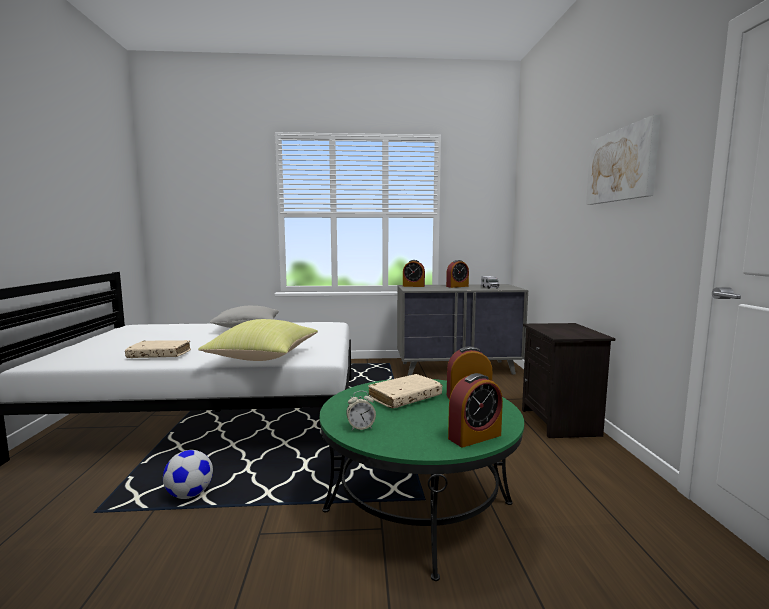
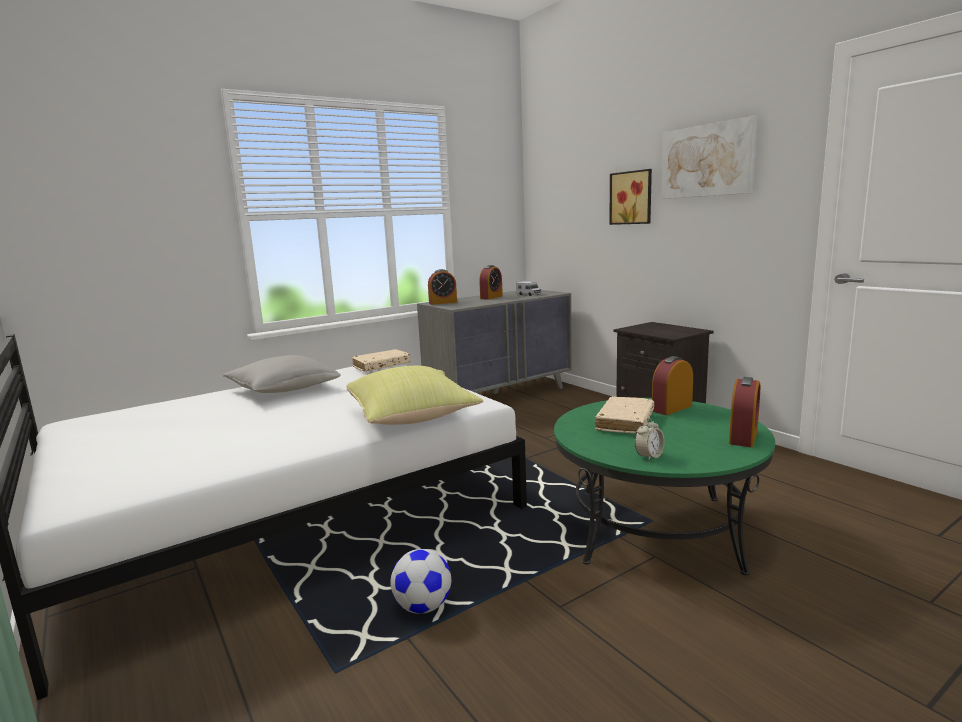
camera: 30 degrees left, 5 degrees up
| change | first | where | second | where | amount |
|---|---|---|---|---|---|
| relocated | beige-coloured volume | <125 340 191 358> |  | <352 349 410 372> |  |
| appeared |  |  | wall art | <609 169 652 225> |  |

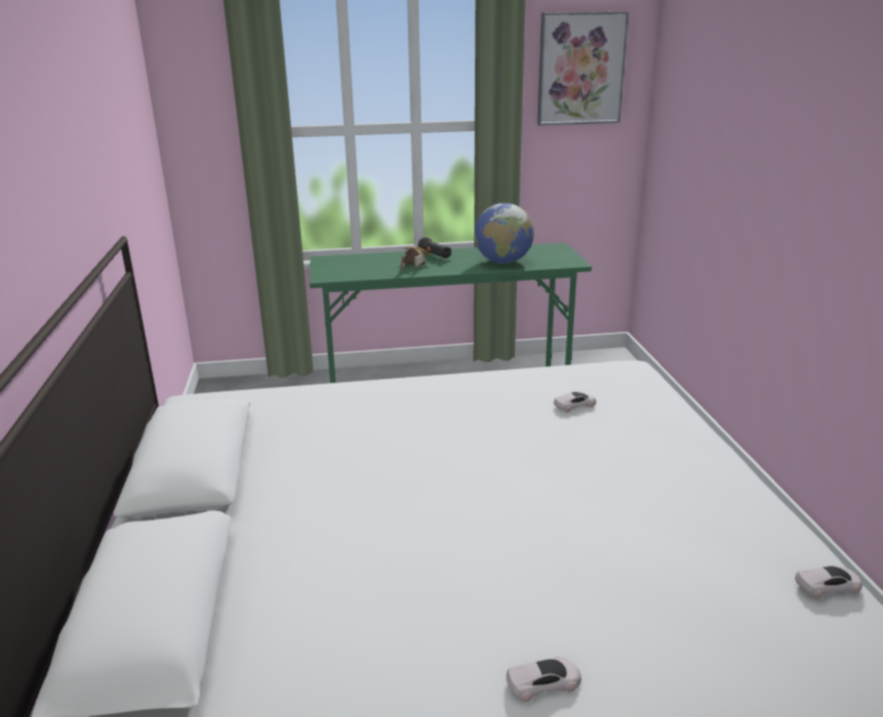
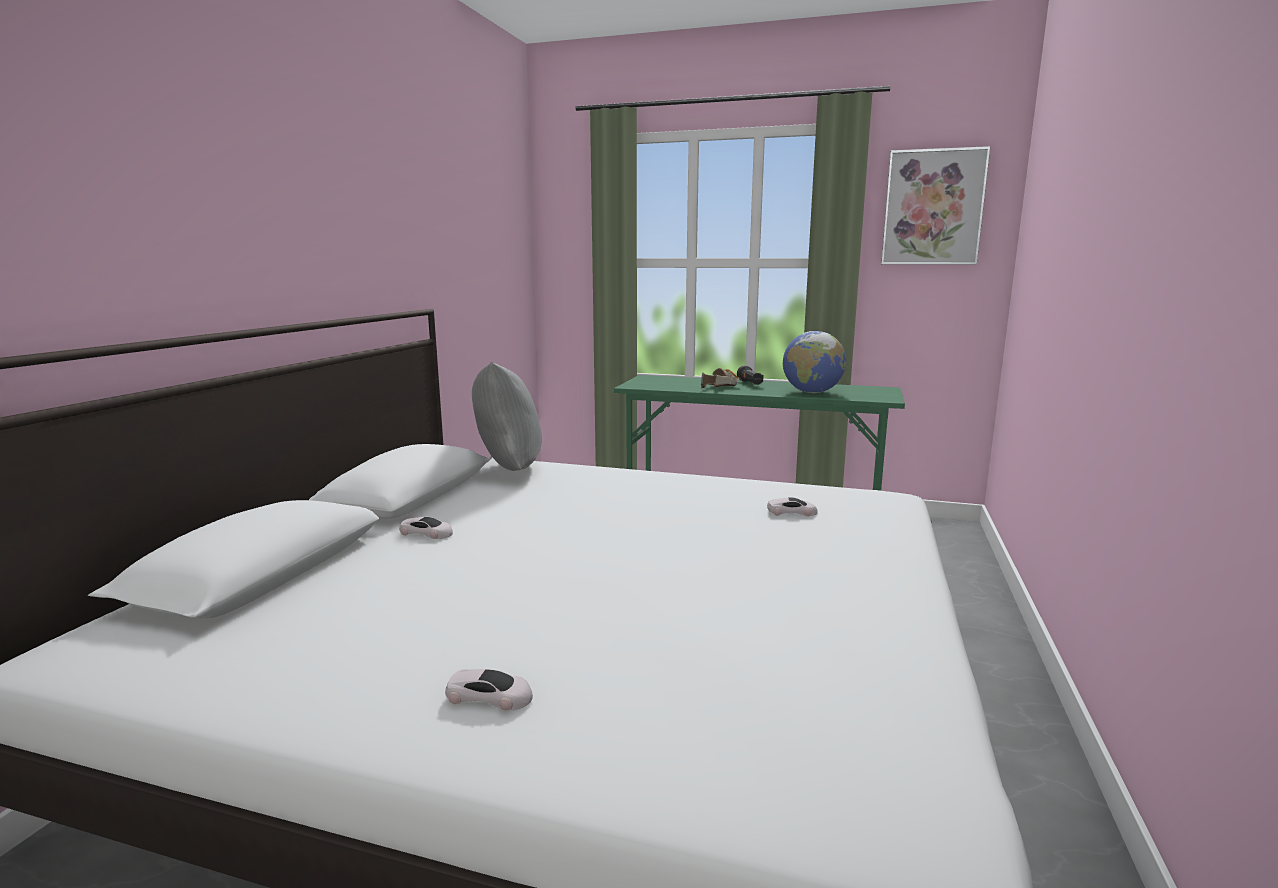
camera: 25 degrees right, 10 degrees down
| change | first | where | second | where | amount |
|---|---|---|---|---|---|
| relocated | white miniature car | <795 566 863 599> |  | <399 517 453 539> |  |
| appeared |  |  | greyish cushion | <472 362 542 471> |  |

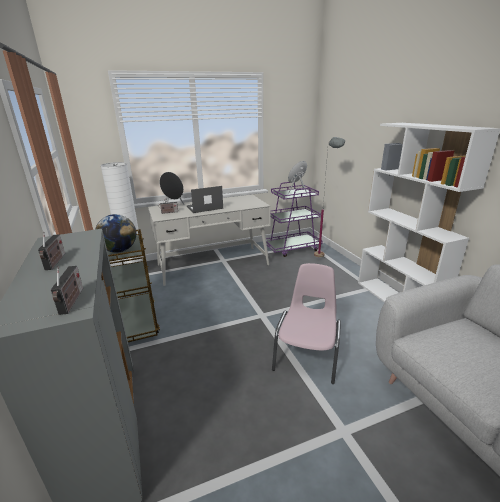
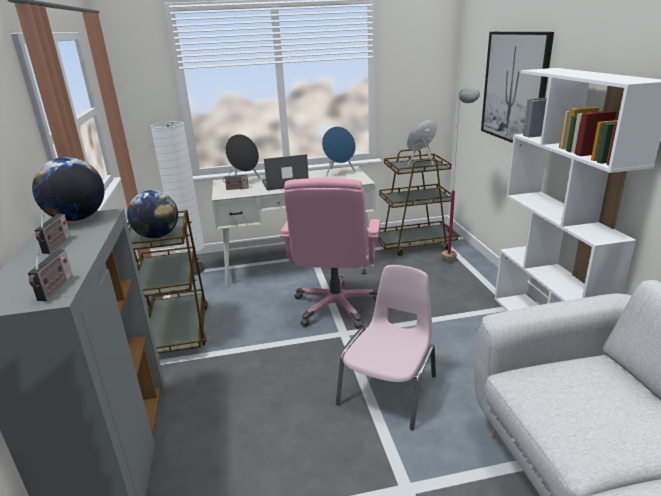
camera: 10 degrees right, 0 degrees up
| change | first | where | second | where | amount |
|---|---|---|---|---|---|
| colour | purple wheeled cart | <266 182 323 257> | brown-coloured wheeled cart | <378 149 458 256> |  |
| appeared |  |  | wall art | <481 32 554 143> |  |
| appeared |  |  | blue speaker | <322 126 356 177> |  |
| appeared |  |  | globe | <32 157 104 221> |  |
| appeared |  |  | pink-coloured office chair | <280 178 380 329> |  |

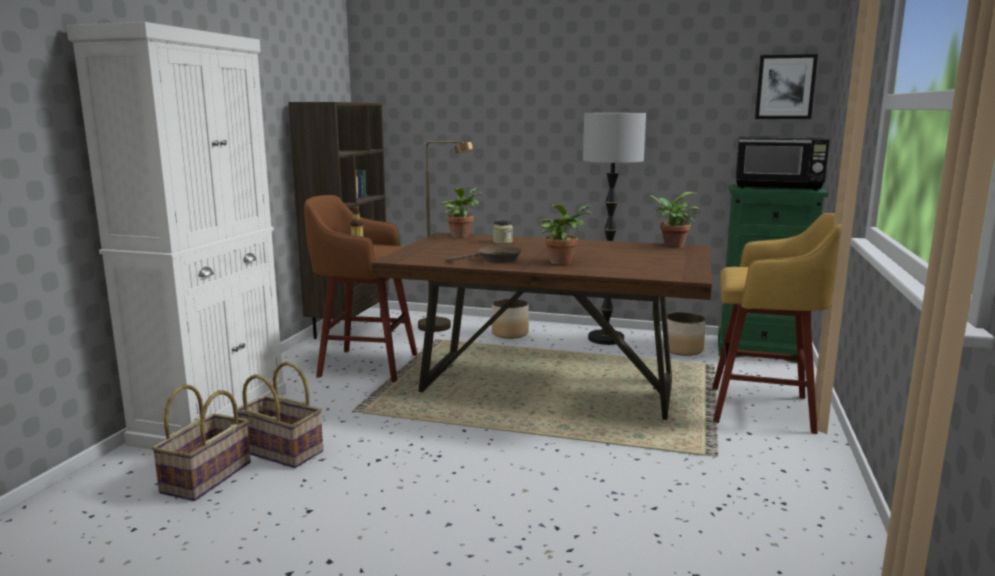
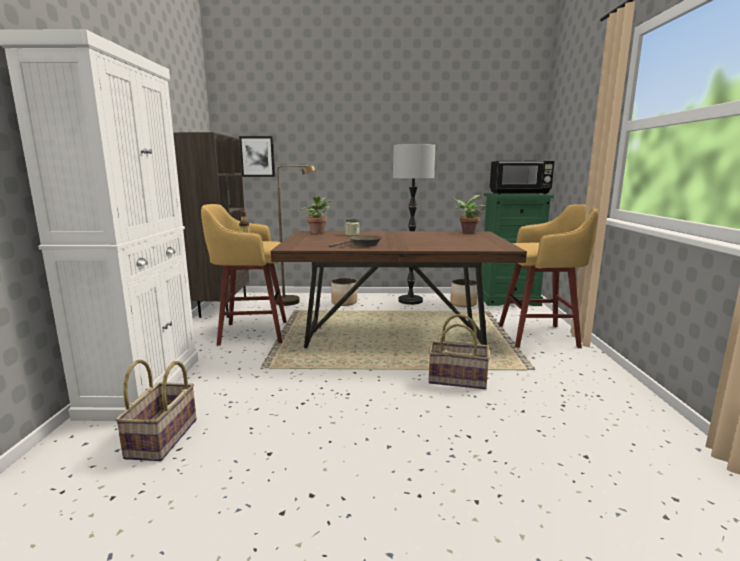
camera: 15 degrees left, 0 degrees up
| change | first | where | second | where | amount |
|---|---|---|---|---|---|
| relocated | wall art | <755 54 818 119> |  | <239 136 275 177> |  |
| colour | brown-coloured stool seat | <304 195 418 382> | yellowish stool seat | <201 204 287 346> |  |
| missing | potted plant | <540 204 591 265> |  |  |  |
| relocated | household basket | <237 361 323 468> |  | <429 314 490 389> |  |

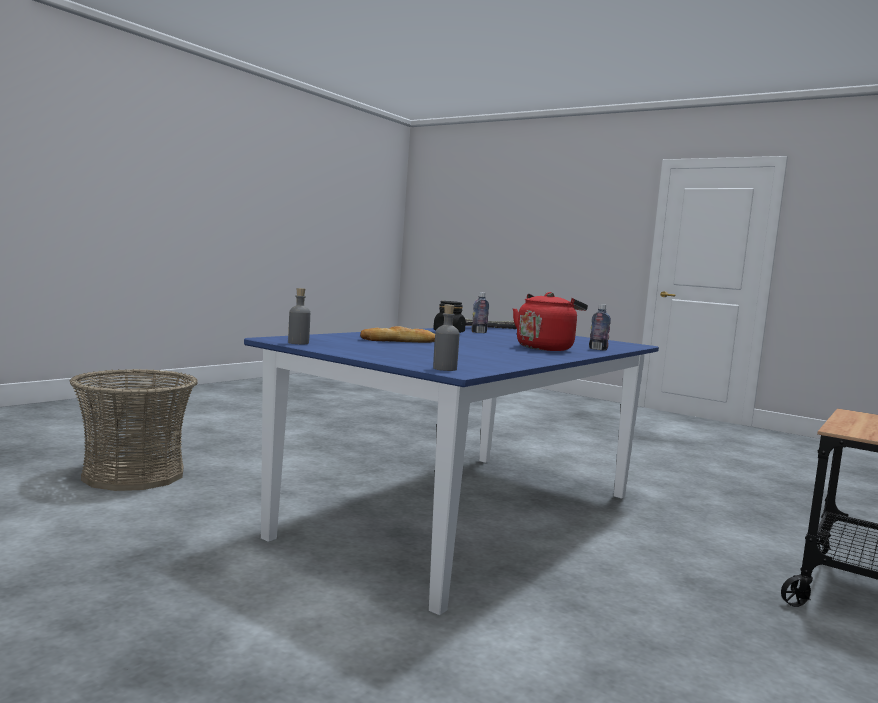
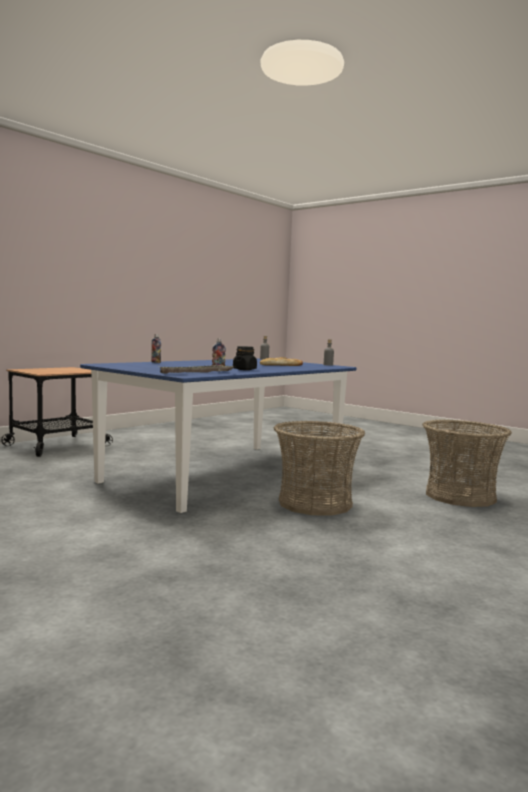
camera: 175 degrees left, 0 degrees up
| change | first | where | second | where | amount |
|---|---|---|---|---|---|
| missing | red water kettle | <513 292 588 351> |  |  |  |
| appeared |  |  | household basket | <274 420 365 516> |  |

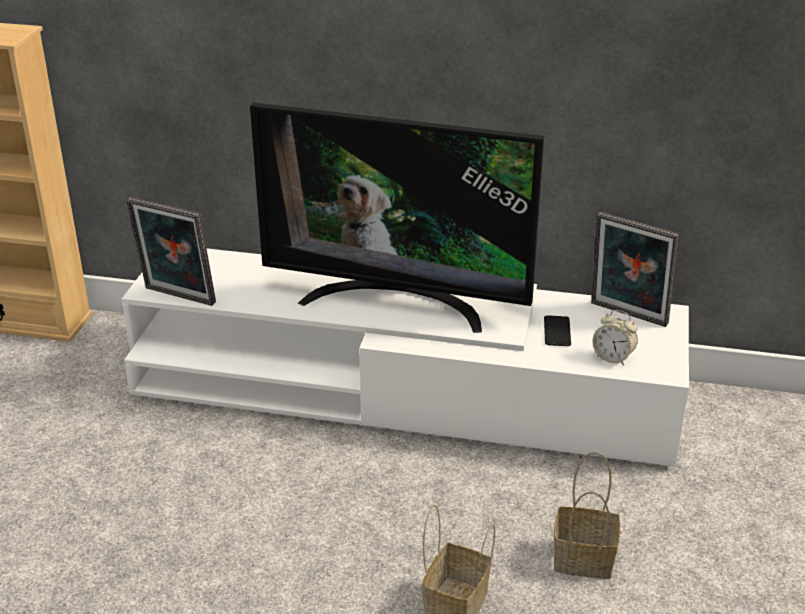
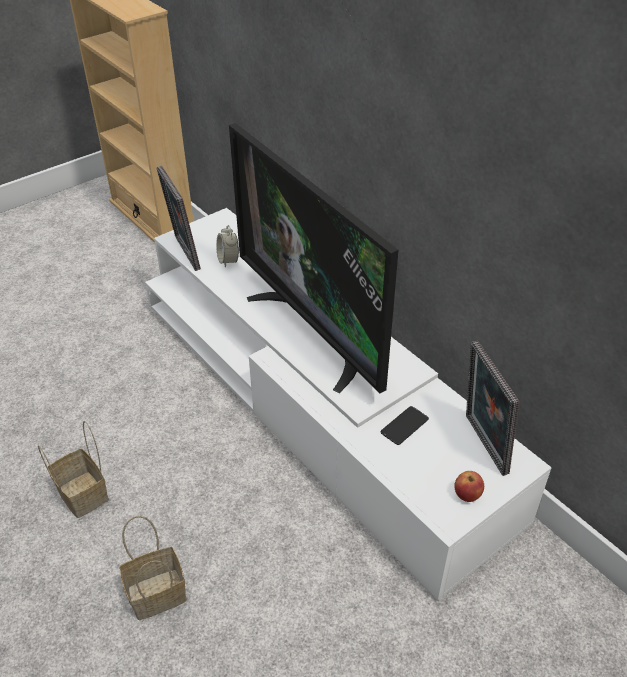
camera: 40 degrees right, 10 degrees up
| change | first | where | second | where | amount |
|---|---|---|---|---|---|
| relocated | table clock | <592 310 638 366> |  | <216 225 239 268> |  |
| relocated | household basket | <554 452 620 579> |  | <38 421 109 518> |  |
| appeared |  |  | apple | <454 471 484 502> |  |

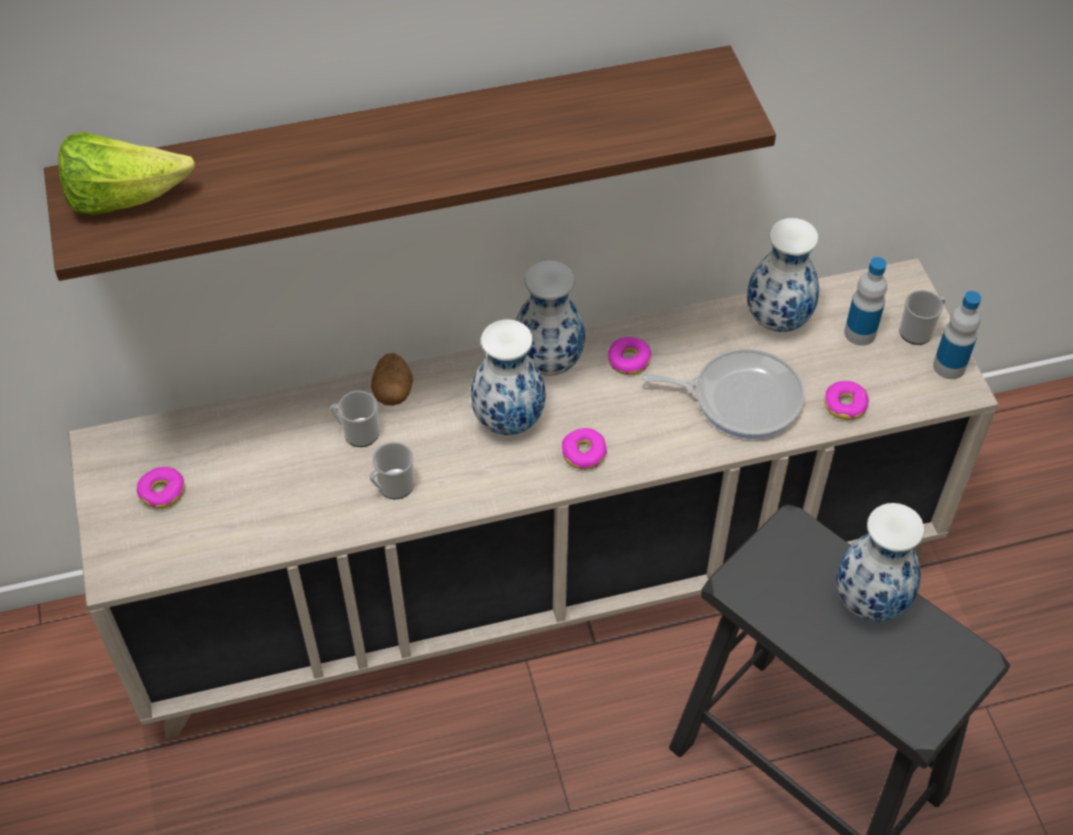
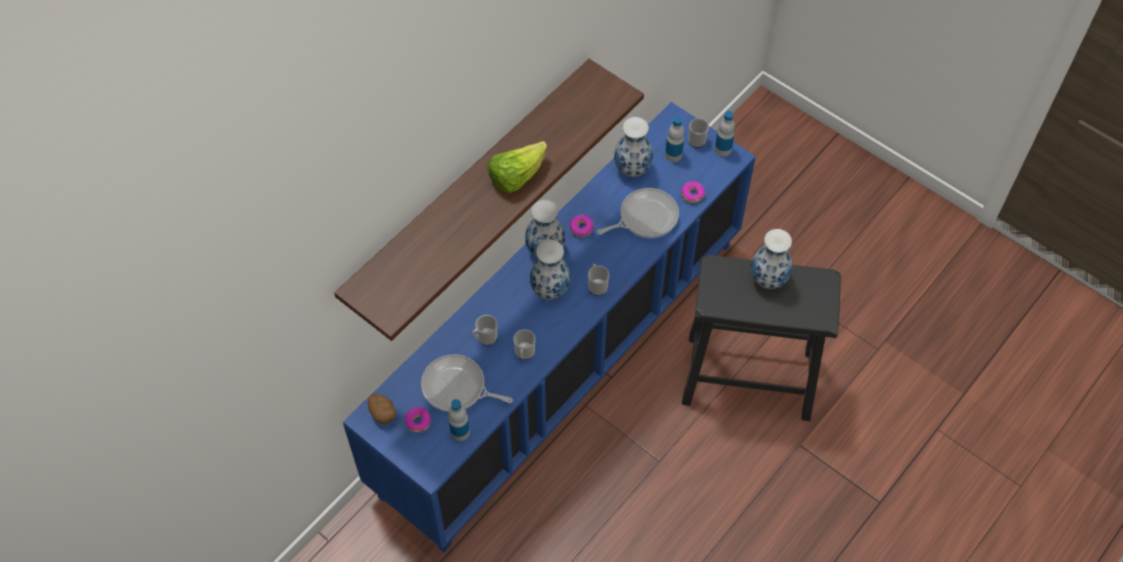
camera: 35 degrees left, 5 degrees up
| change | first | where | second | where | amount |
|---|---|---|---|---|---|
| relocated | lettuce | <58 131 195 215> |  | <487 141 547 193> |  |
| colour | beige-coloured storage cabinet | <68 258 998 738> | blue storage cabinet | <343 102 756 552> |  |
| relocated | whole potato | <371 353 413 406> |  | <368 394 396 424> |  |
| exchanged | doughnut | <562 428 607 470> | tea mug | <588 264 609 296> |  |
| appeared |  |  | pan | <421 354 513 412> |  |
| appeared |  |  | bottle | <448 399 470 441> |  |

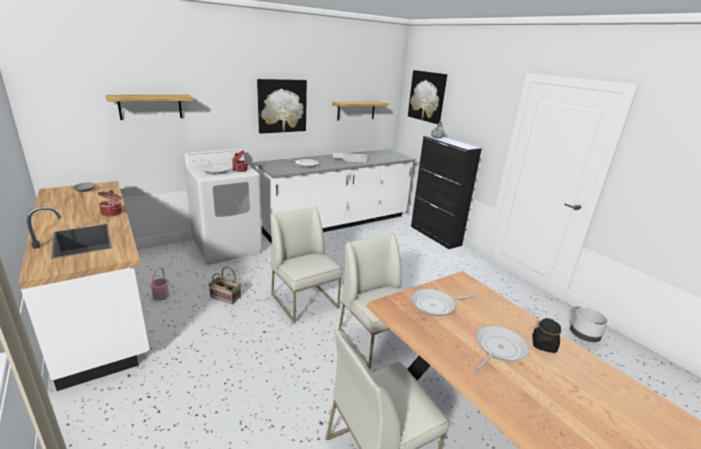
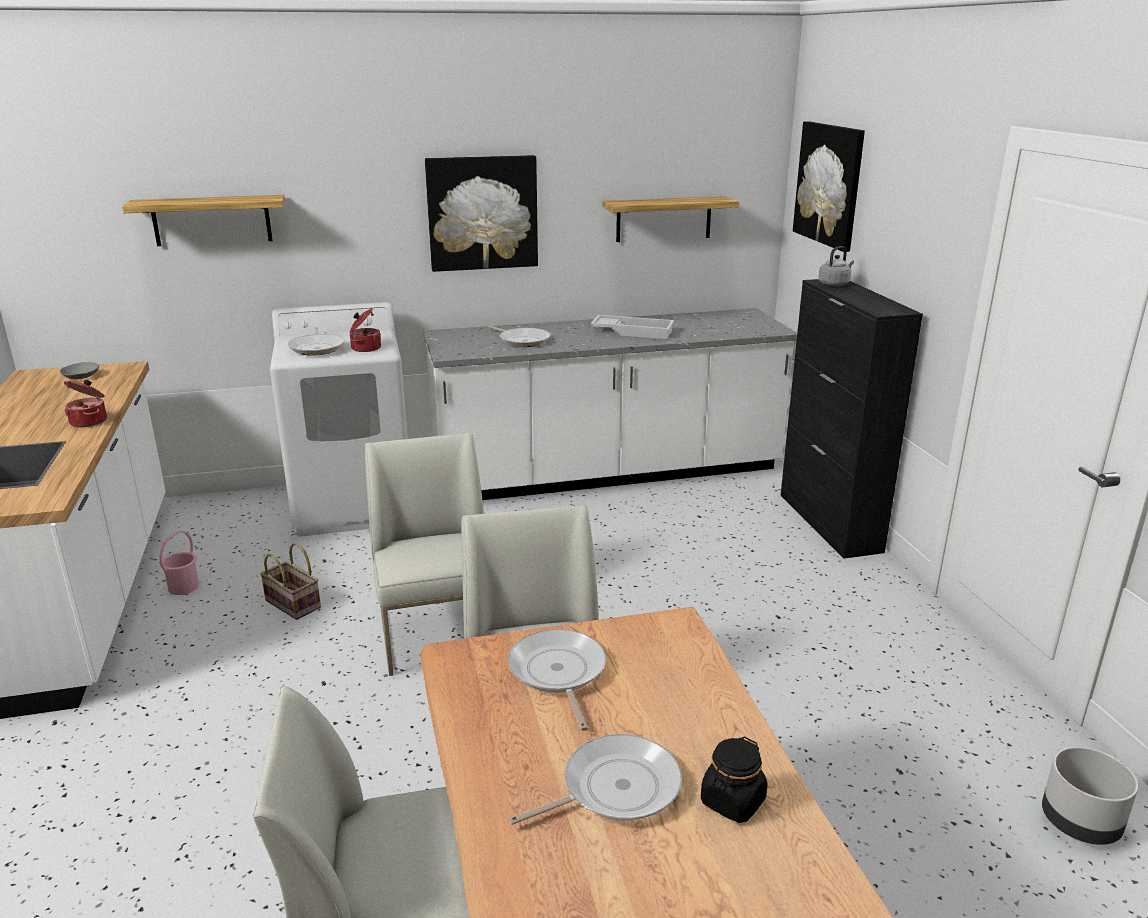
camera: 20 degrees right, 0 degrees up
| change | first | where | second | where | amount |
|---|---|---|---|---|---|
| spun | pan | <411 289 474 316> |  | <508 629 606 731> | 75 degrees clockwise |

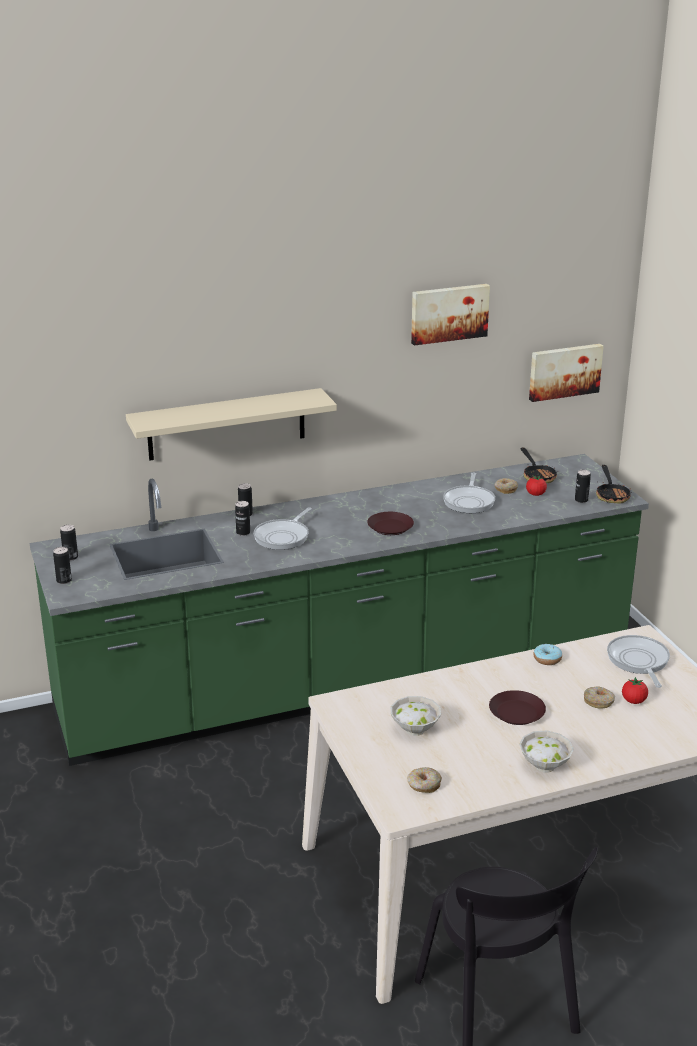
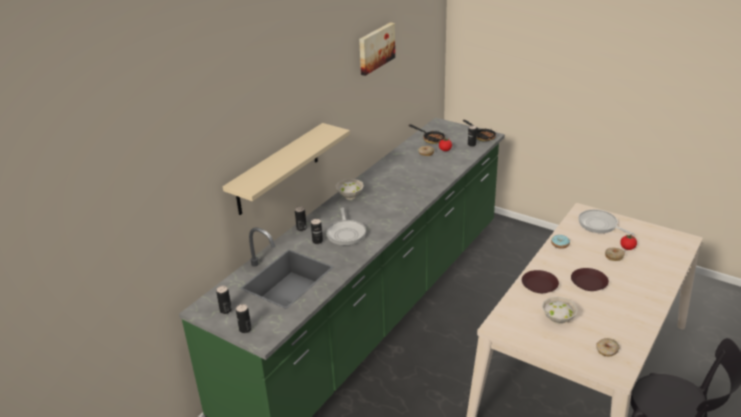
camera: 35 degrees left, 5 degrees up
| change | first | where | second | where | amount |
|---|---|---|---|---|---|
| missing | wall art | <529 344 604 402> |  |  |  |
| missing | pan | <443 472 495 513> |  |  |  |
| relocated | brown-coloured flat dish | <367 512 414 535> |  | <522 270 559 293> |  |
| relocated | white bowl | <519 730 574 773> |  | <336 179 364 200> |  |

